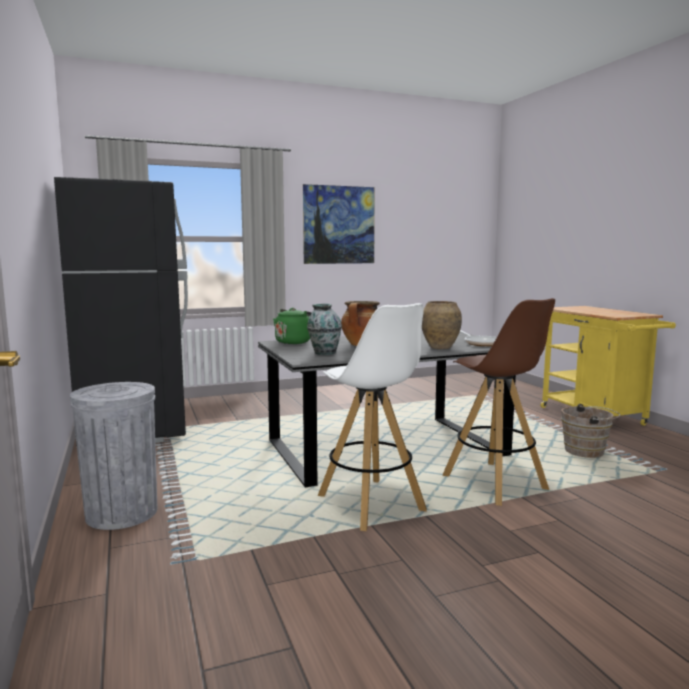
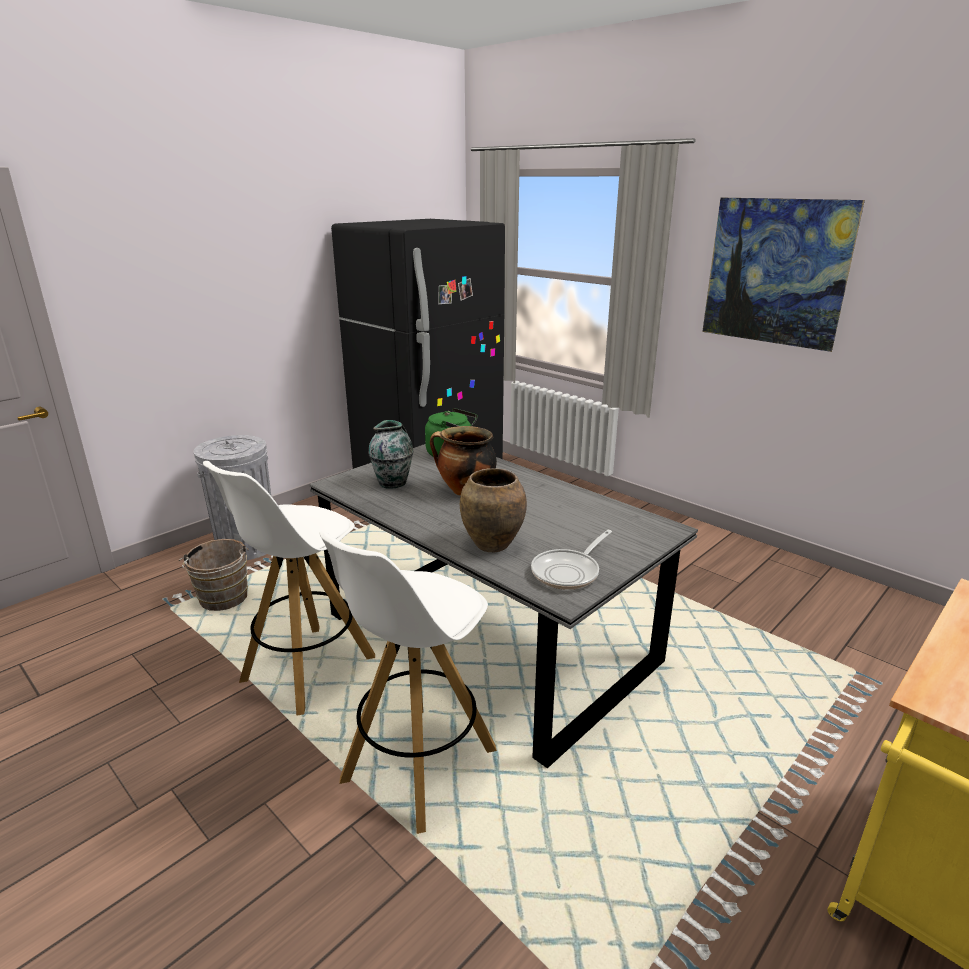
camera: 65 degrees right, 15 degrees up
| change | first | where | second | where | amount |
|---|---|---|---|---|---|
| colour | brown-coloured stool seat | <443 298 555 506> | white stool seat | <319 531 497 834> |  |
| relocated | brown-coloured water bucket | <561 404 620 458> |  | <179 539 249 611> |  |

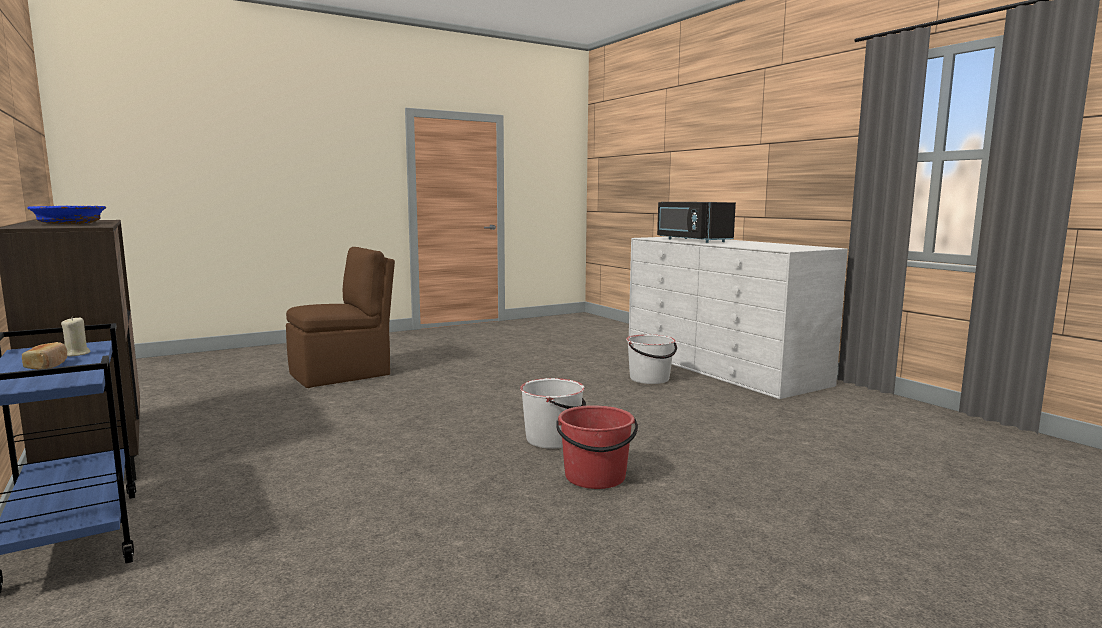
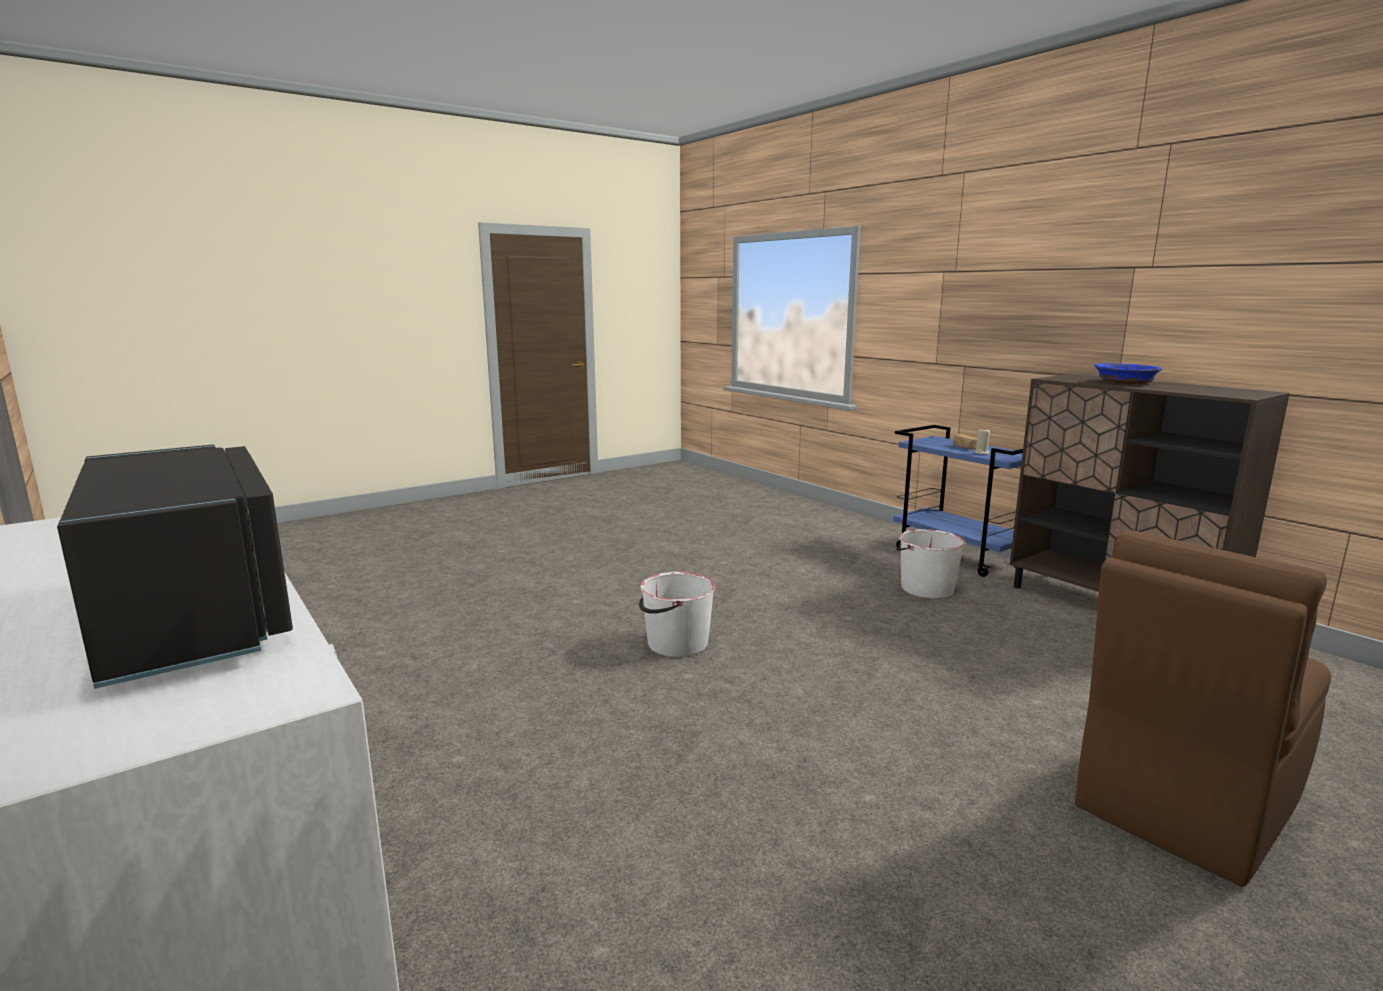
camera: 175 degrees right, 5 degrees up
| change | first | where | second | where | amount |
|---|---|---|---|---|---|
| relocated | white water bucket | <626 334 677 384> |  | <896 529 966 598> |  |
| missing | red water bucket | <556 405 638 489> |  |  |  |

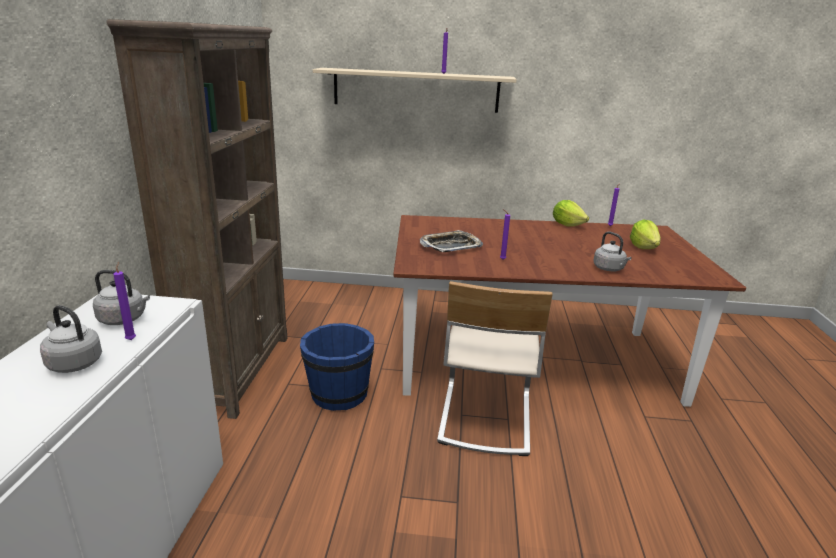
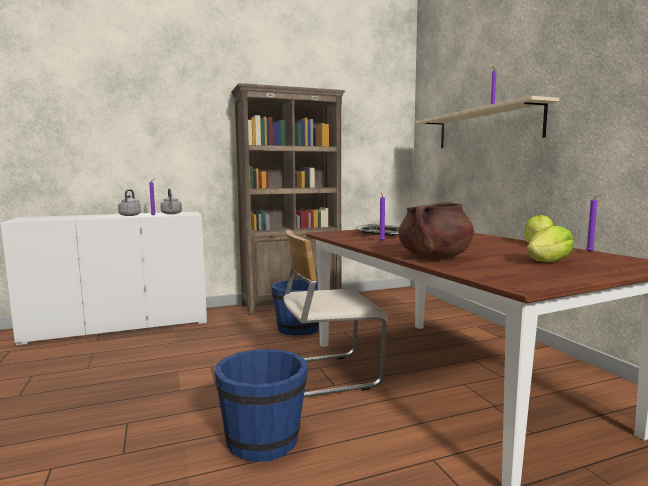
camera: 65 degrees right, 15 degrees down
| change | first | where | second | where | amount |
|---|---|---|---|---|---|
| exchanged | greyish water kettle | <593 232 632 271> | brown-coloured stockpot | <398 202 474 259> |  |
| appeared |  |  | blue water bucket | <215 349 308 462> |  |

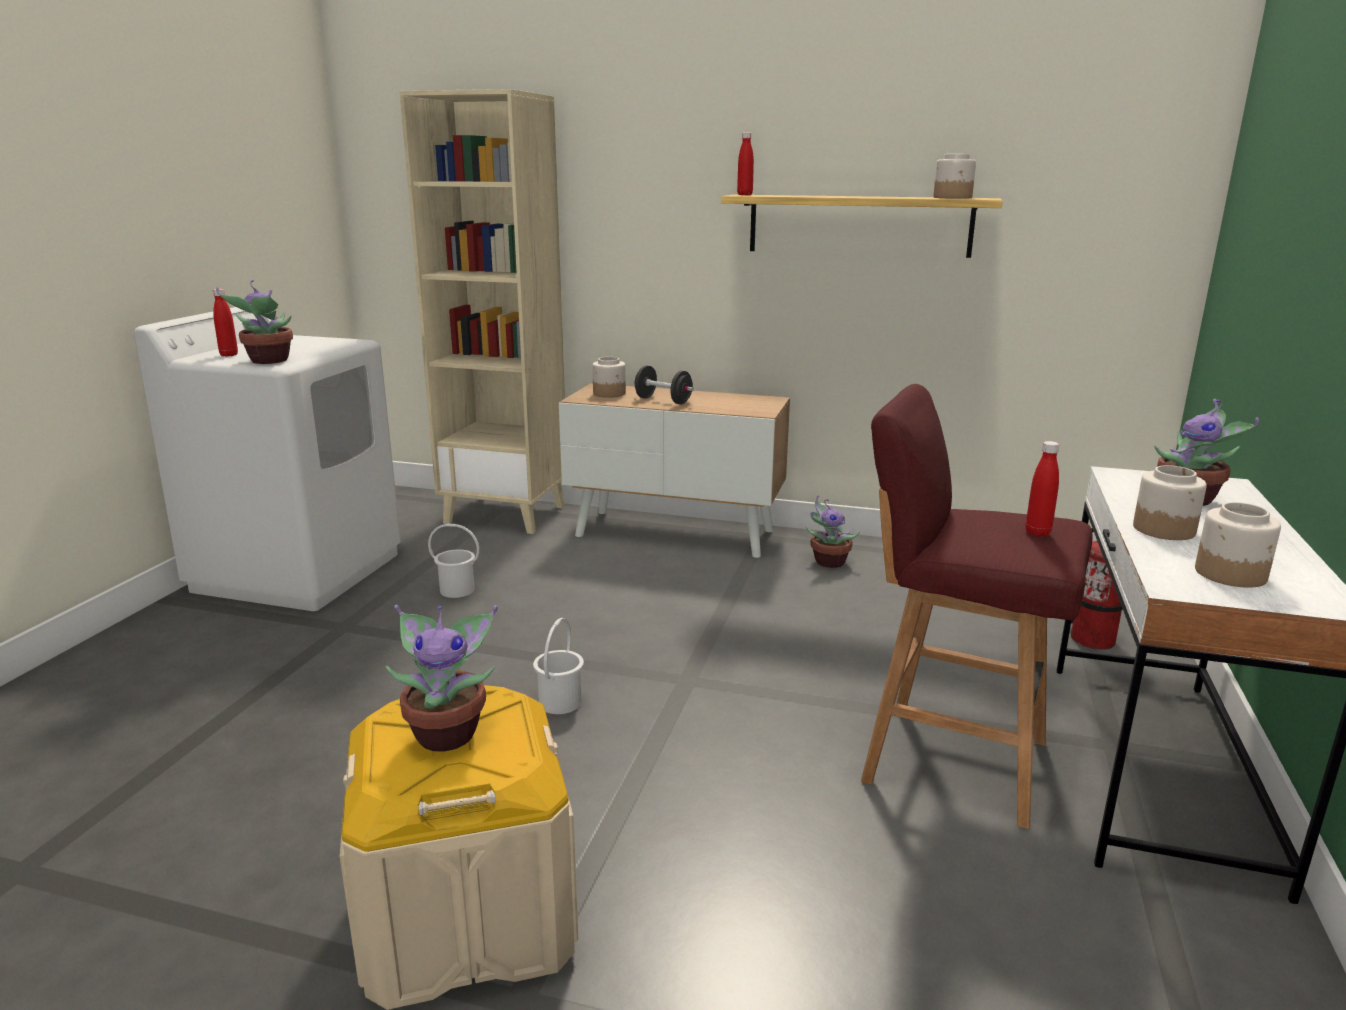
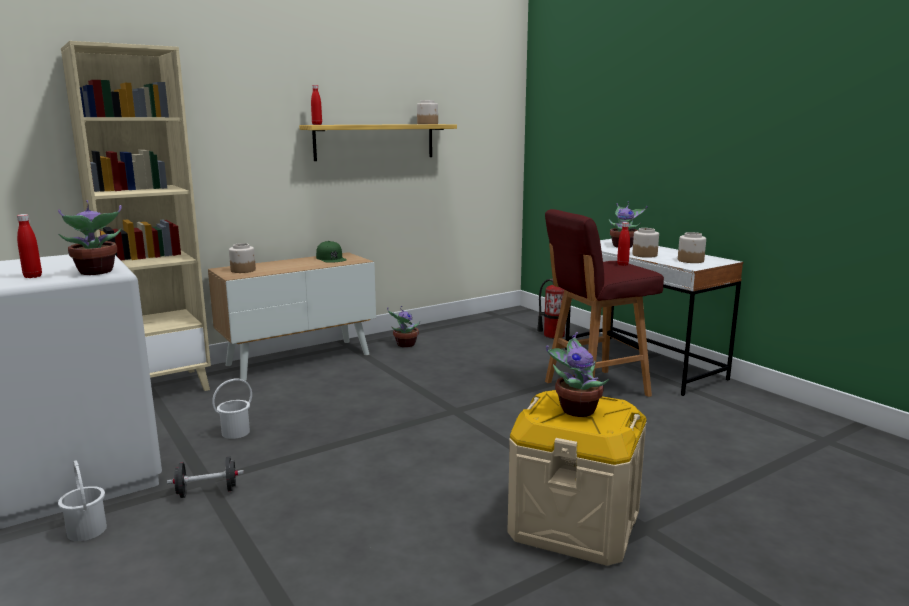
camera: 50 degrees left, 5 degrees down
| change | first | where | second | where | amount |
|---|---|---|---|---|---|
| relocated | blackish free weight | <634 365 694 404> |  | <167 457 244 498> |  |
| relocated | white water bucket | <533 618 584 714> |  | <58 461 107 541> |  |
| appeared |  |  | green-coloured baseball cap | <316 241 347 263> |  |

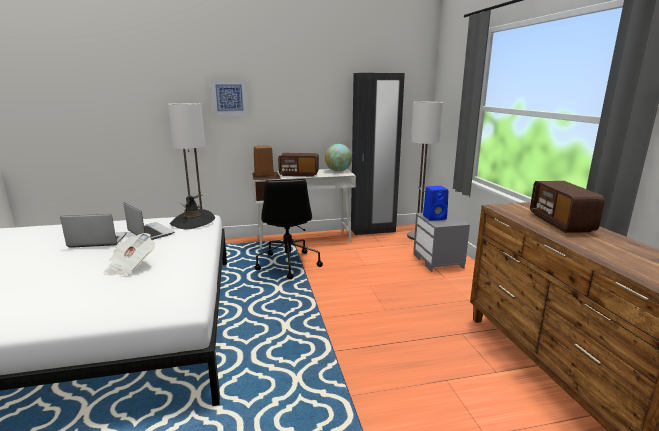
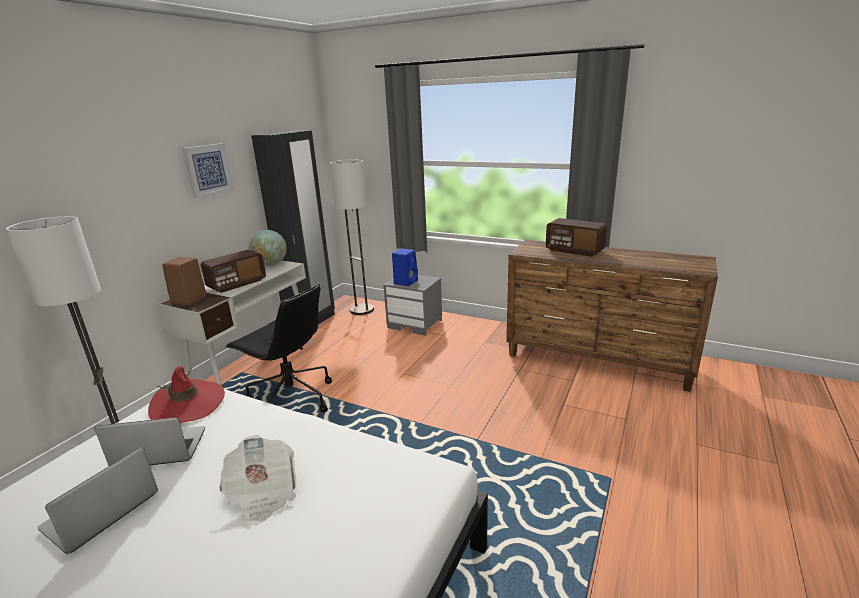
camera: 50 degrees left, 5 degrees up
| change | first | where | second | where | amount |
|---|---|---|---|---|---|
| relocated | wall art | <210 79 248 116> |  | <182 143 234 198> |  |
| colour | blackish hat | <170 196 215 230> | red hat | <148 366 225 423> |  |

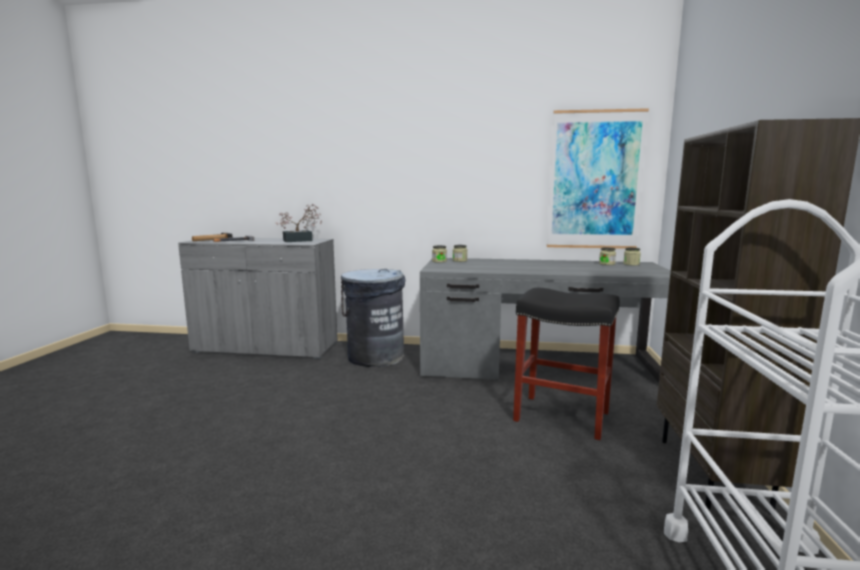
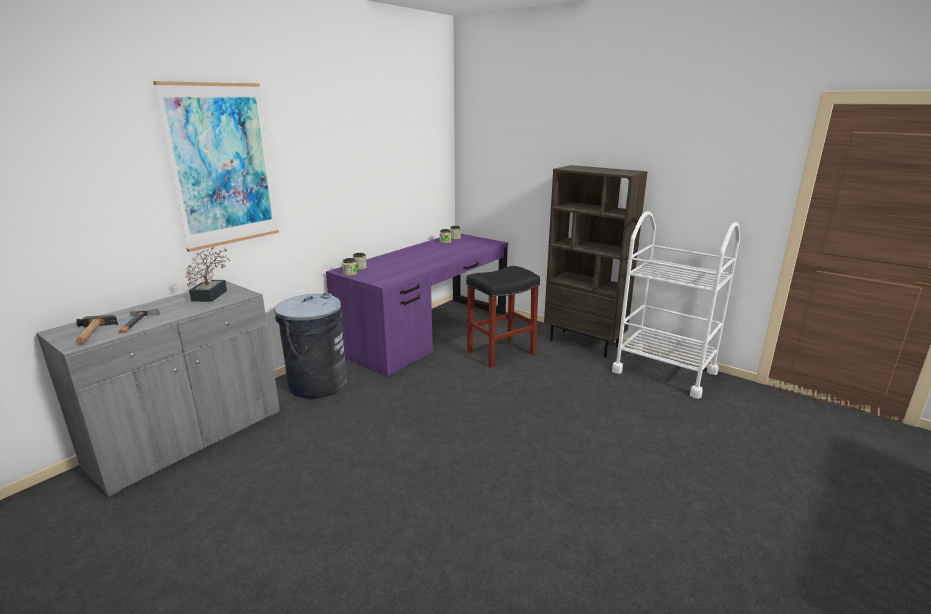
camera: 60 degrees left, 10 degrees up
| change | first | where | second | where | amount |
|---|---|---|---|---|---|
| relocated | wall art | <547 108 649 249> |  | <153 81 279 252> |  |
| colour | greyish desk table | <420 258 671 383> | purple desk table | <326 234 508 376> |  |

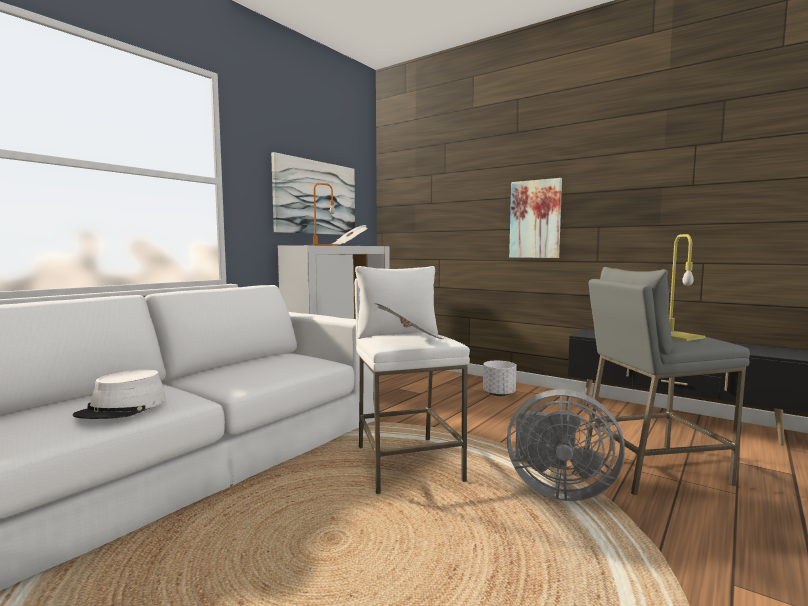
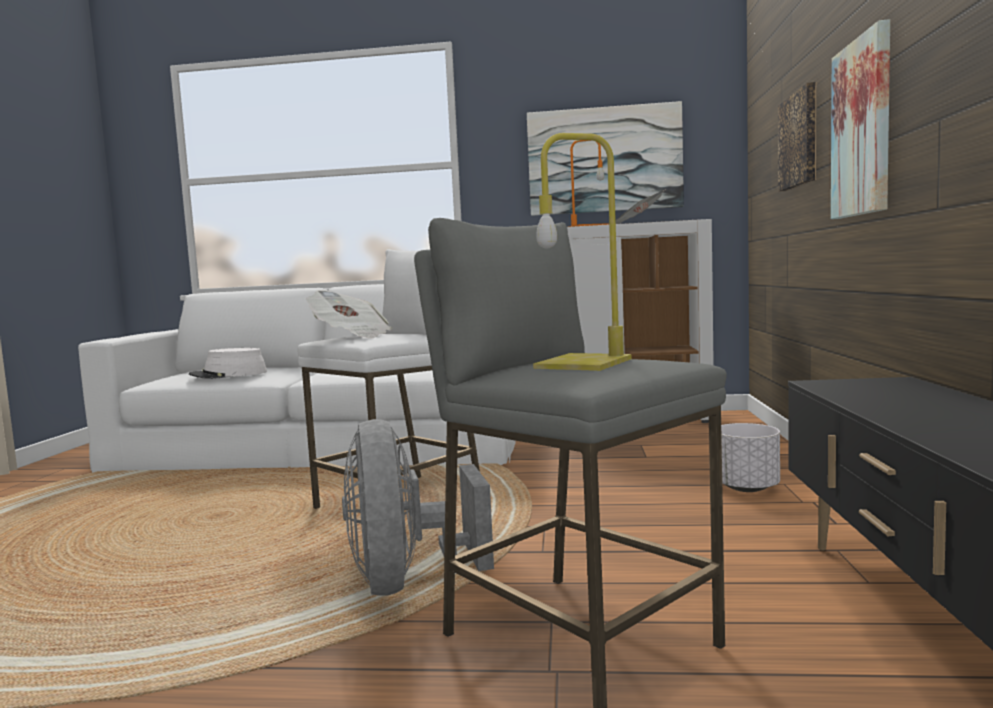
camera: 60 degrees right, 0 degrees up
| change | first | where | second | where | amount |
|---|---|---|---|---|---|
| appeared |  |  | wall art | <778 82 817 191> |  |

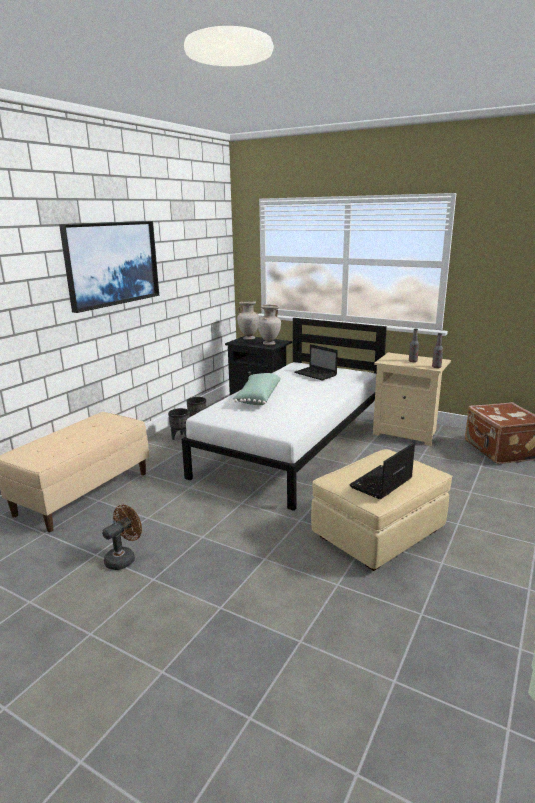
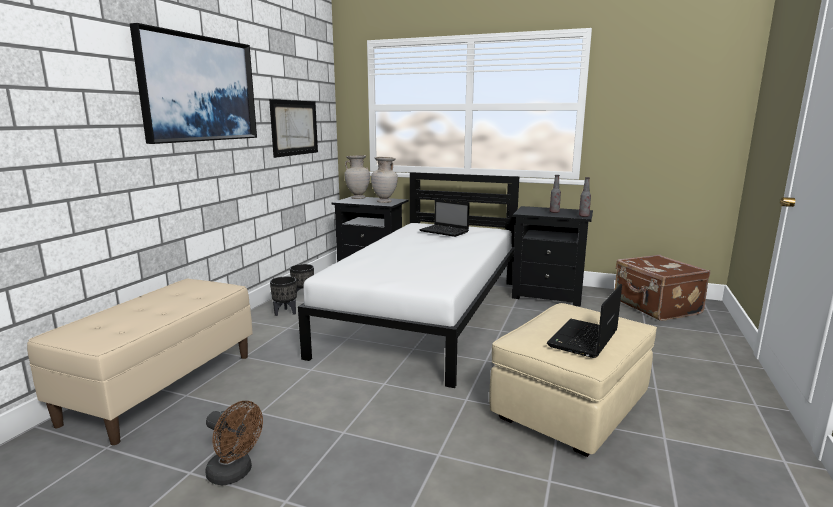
camera: 10 degrees left, 5 degrees down
| change | first | where | second | where | amount |
|---|---|---|---|---|---|
| colour | beige-coloured bedside table | <373 353 451 446> | blackish bedside table | <512 206 593 307> |  |
| missing | green-coloured cushion | <233 373 281 405> |  |  |  |
| spun | brown-coloured fan | <102 505 142 570> |  | <205 401 263 485> | 90 degrees clockwise |
| appeared |  |  | wall art | <269 99 318 158> |  |

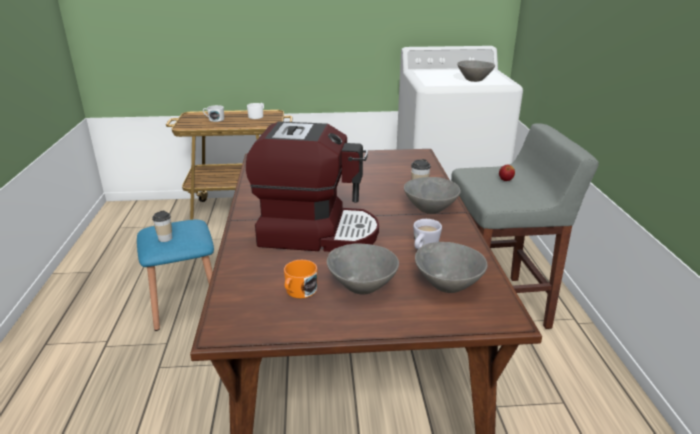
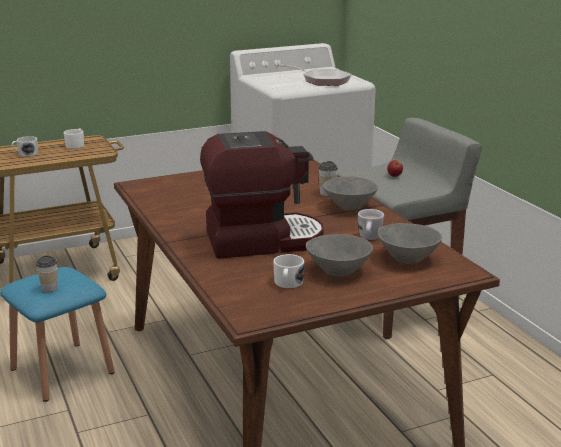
camera: 20 degrees left, 5 degrees down
| change | first | where | second | where | amount |
|---|---|---|---|---|---|
| exchanged | greyish bowl | <457 60 495 82> | pan | <280 64 352 86> |  |
| colour | orange tea mug | <284 260 317 298> | white tea mug | <273 254 304 288> |  |

